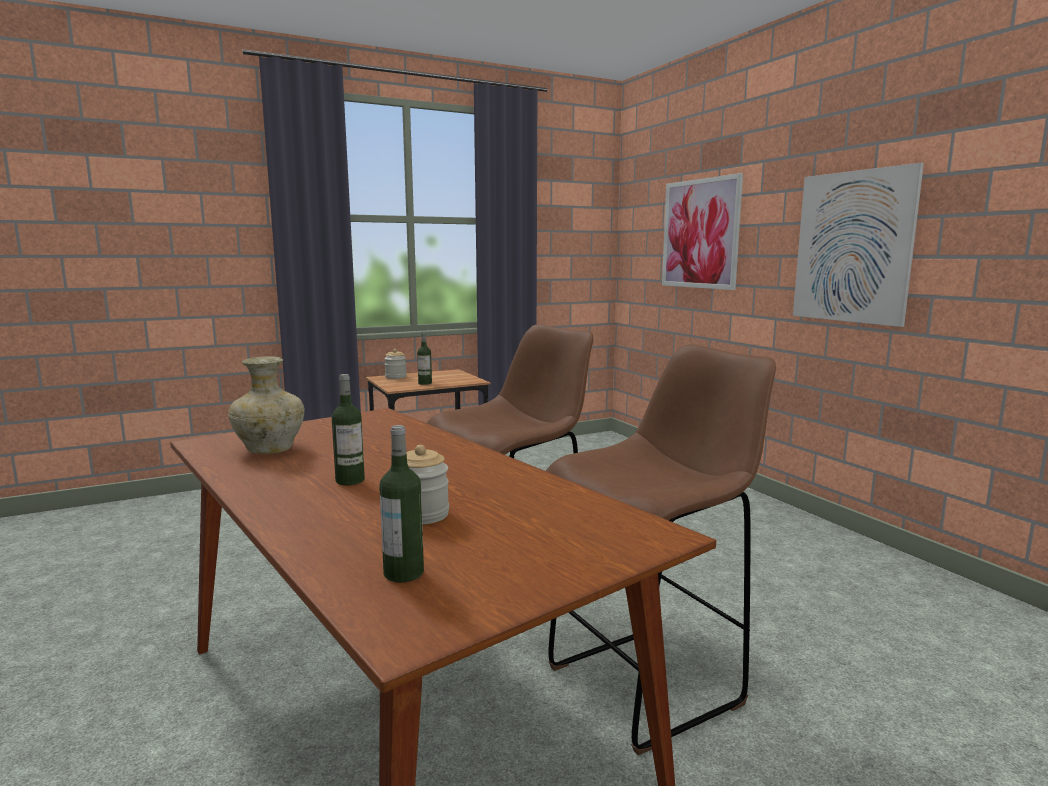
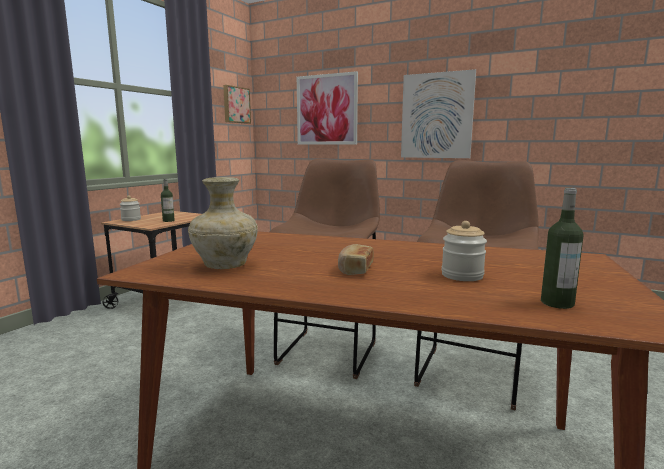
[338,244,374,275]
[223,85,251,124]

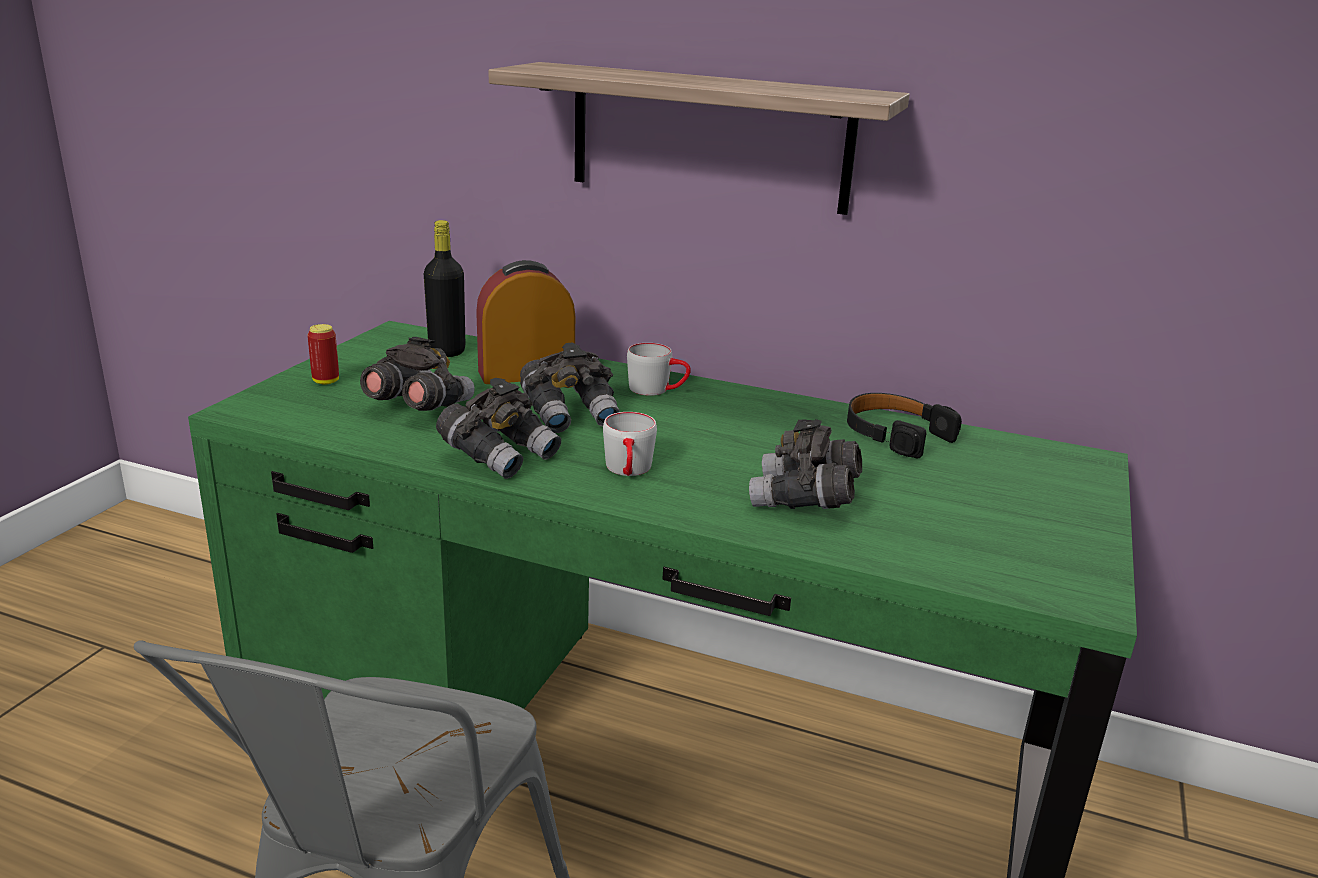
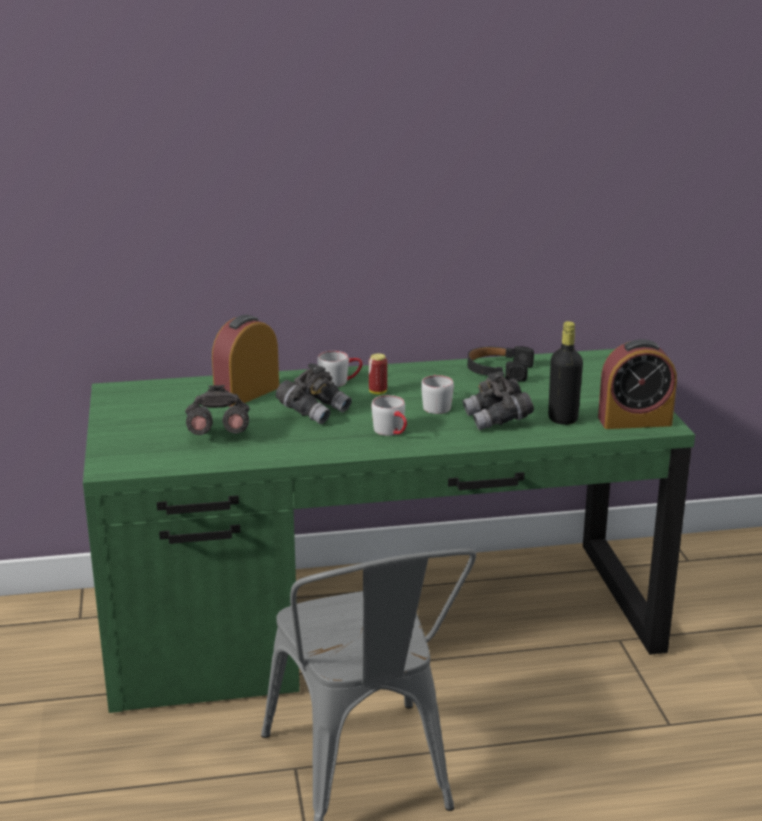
[488,62,910,215] (first image)
[548,321,583,425]
[369,353,387,395]
[436,378,561,479] (first image)
[598,339,677,429]
[421,375,454,414]

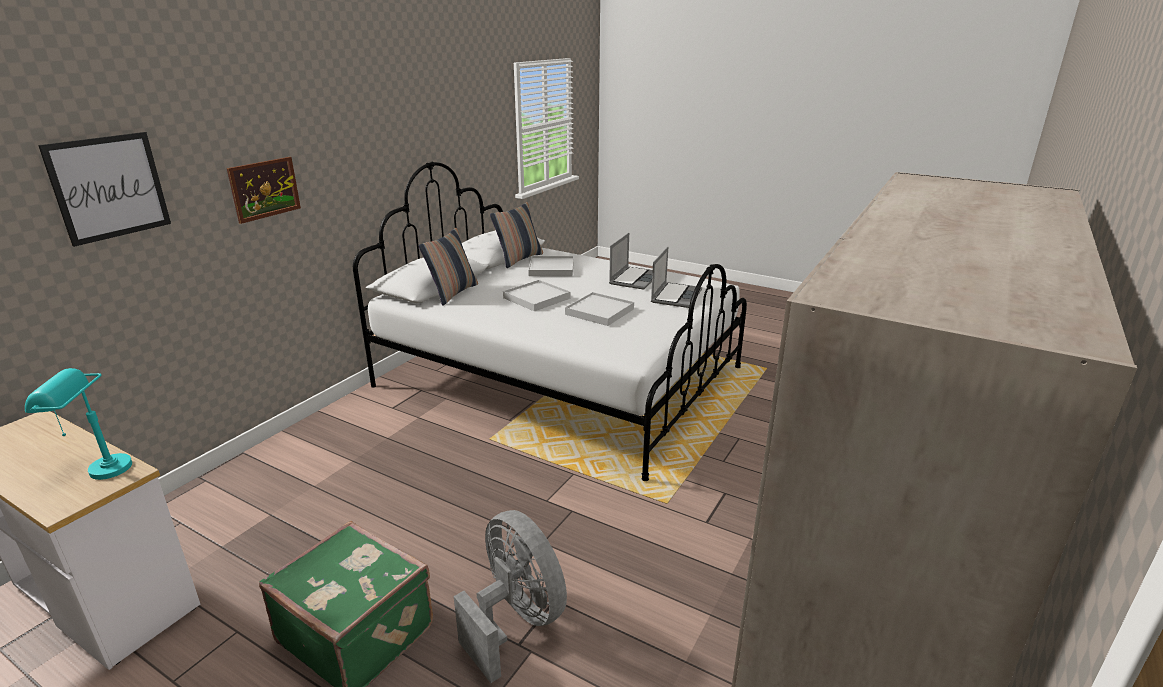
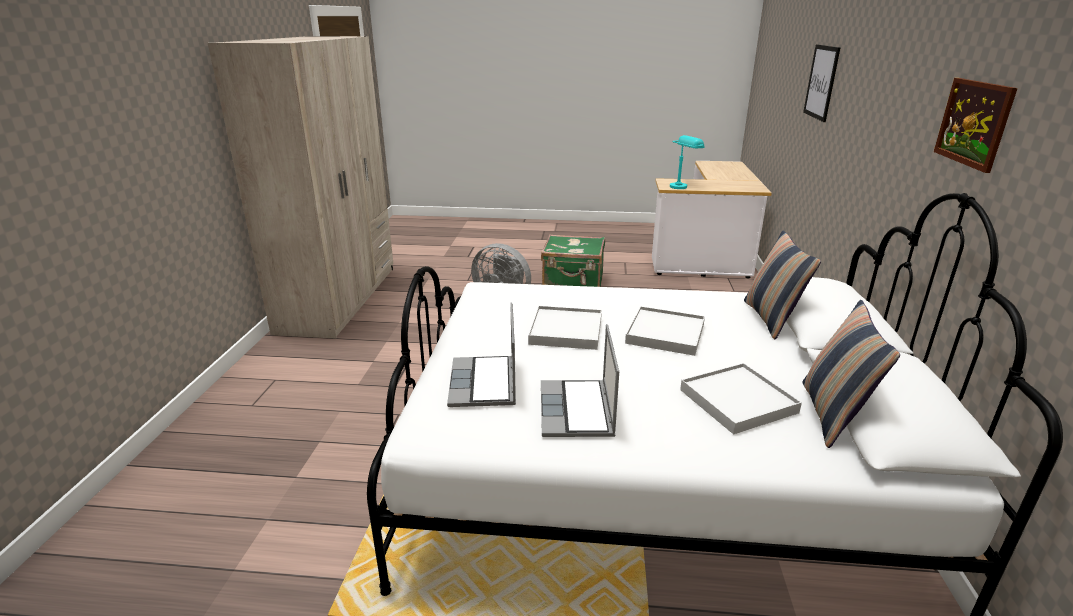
[934,78,1018,173]

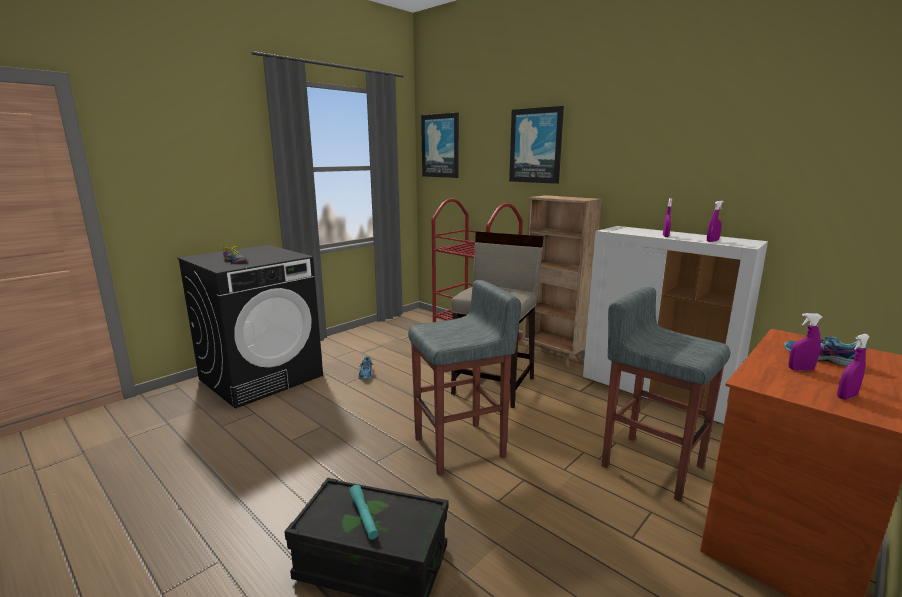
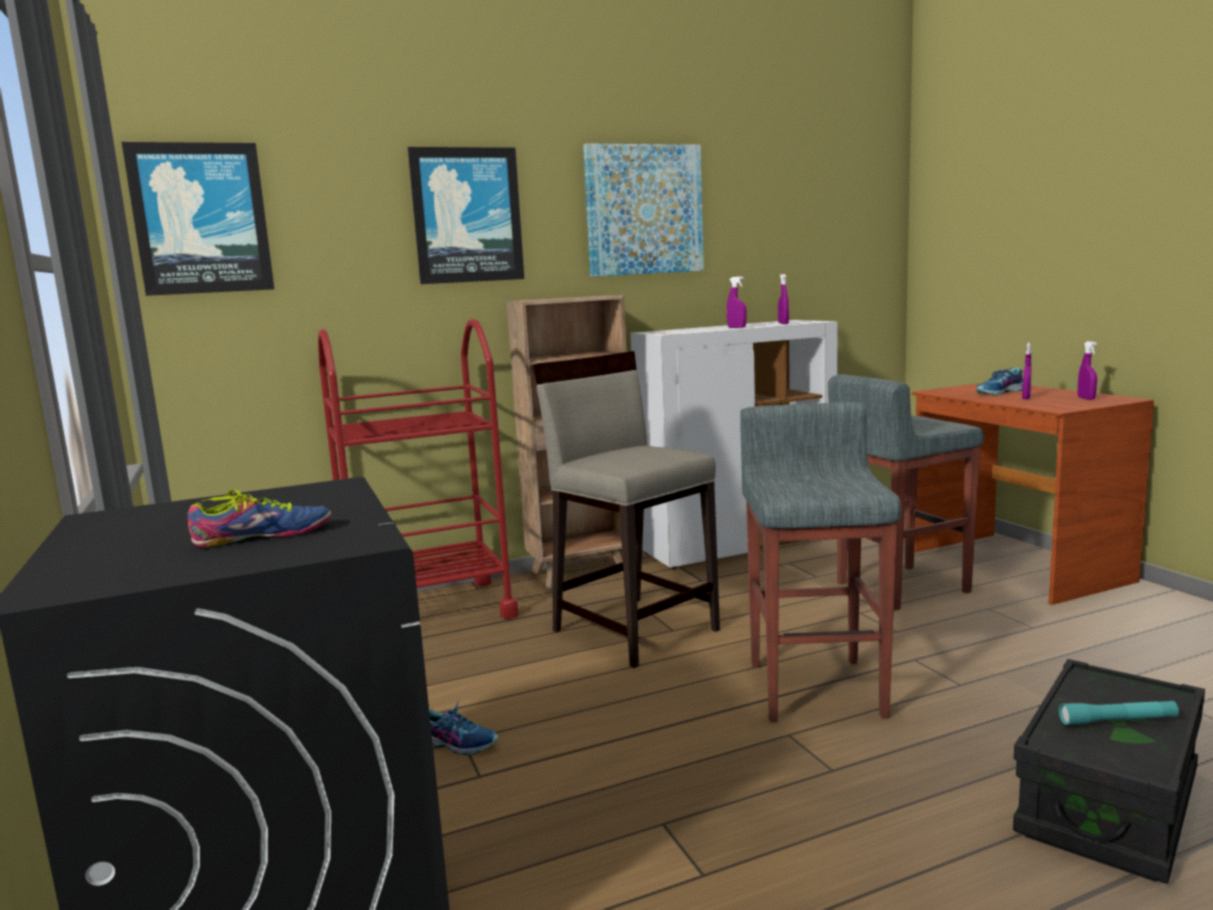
[583,143,704,277]

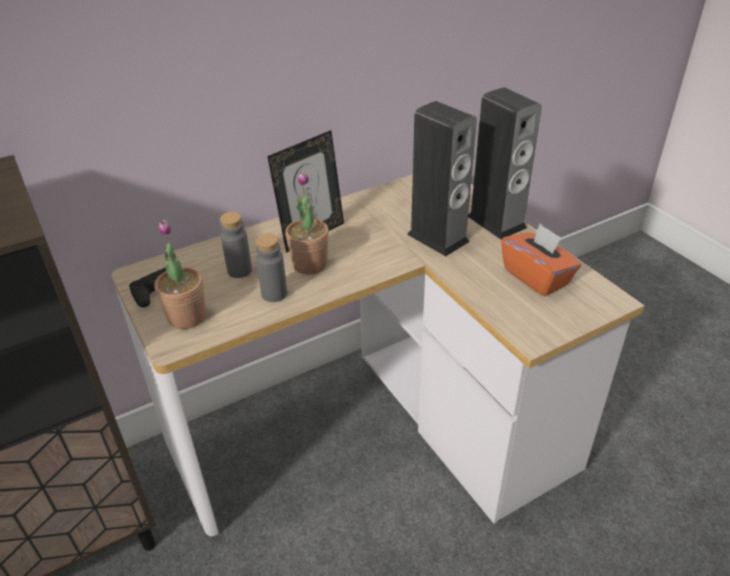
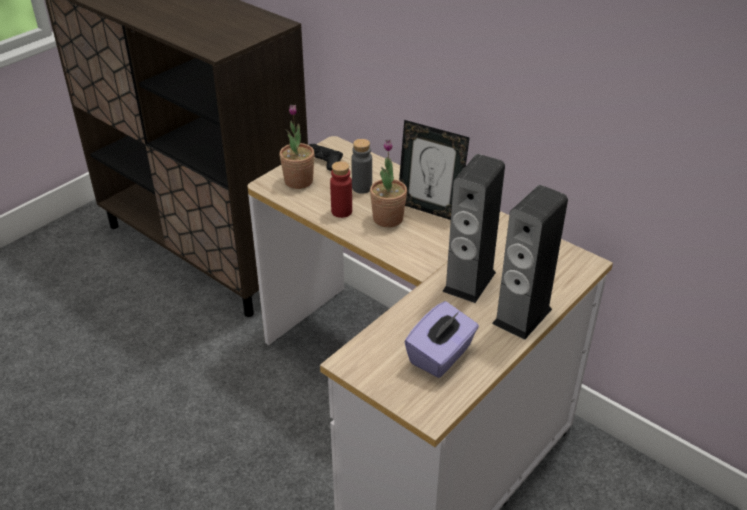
[405,301,479,378]
[330,161,352,218]

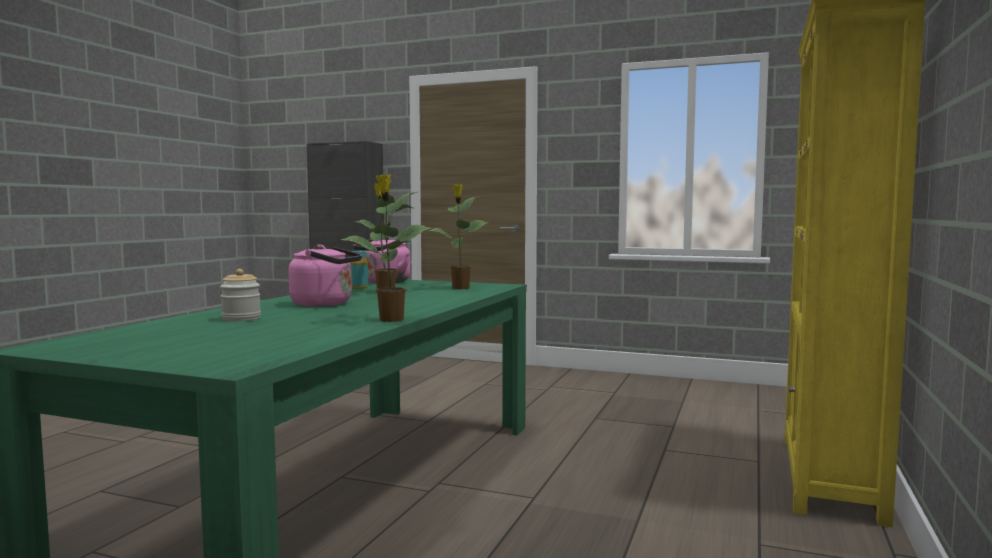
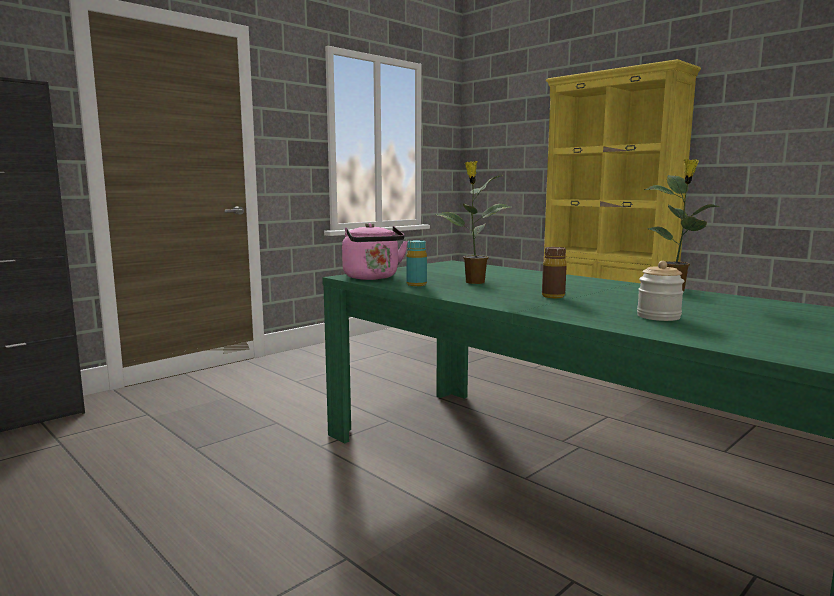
[429,184,488,289] (first image)
[542,247,567,298]

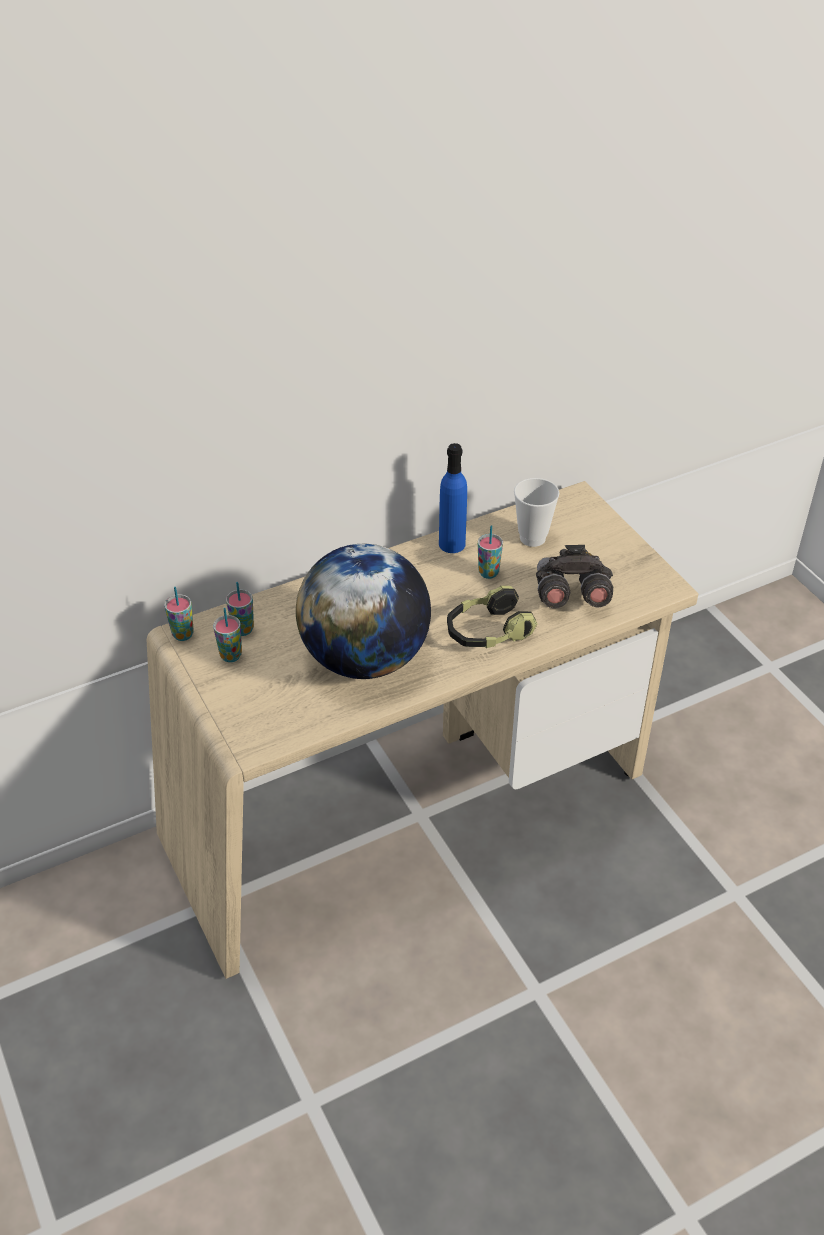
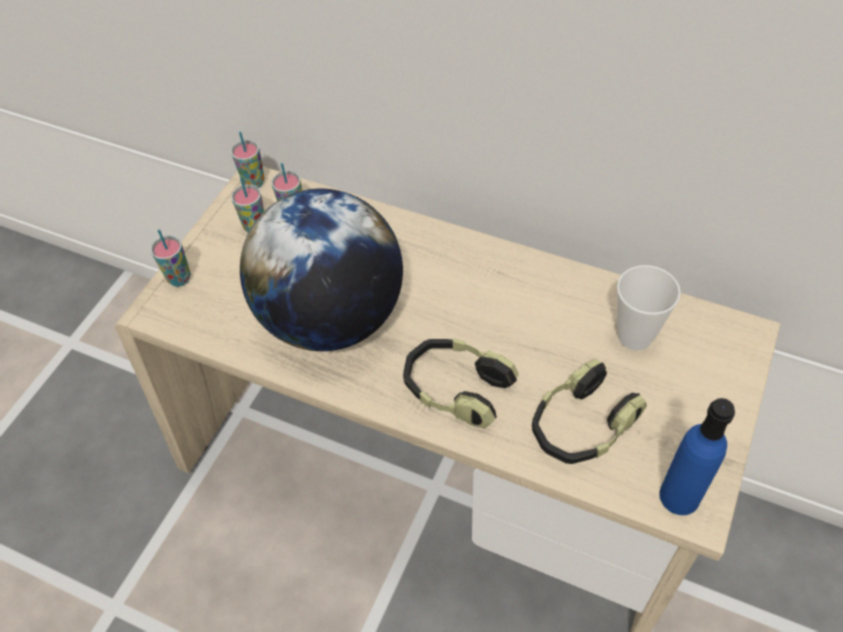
[659,398,735,515]
[151,230,191,287]
[532,359,647,464]

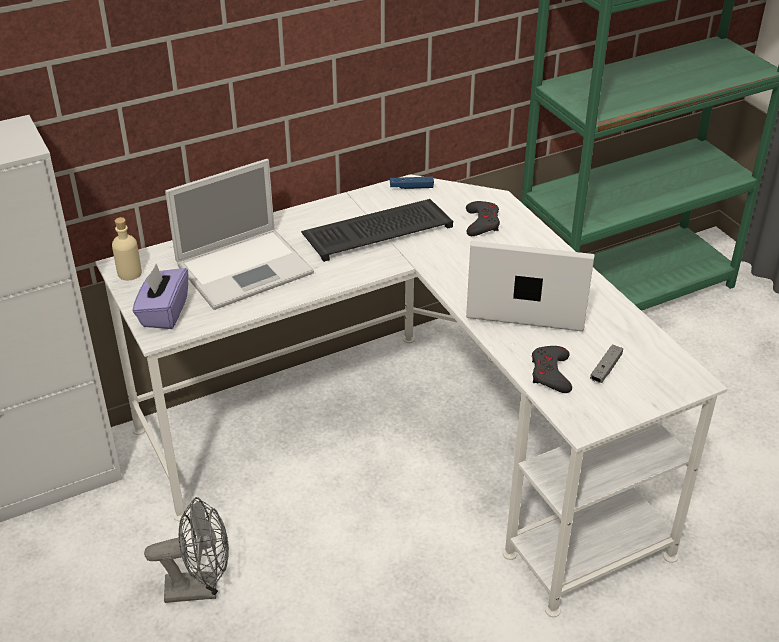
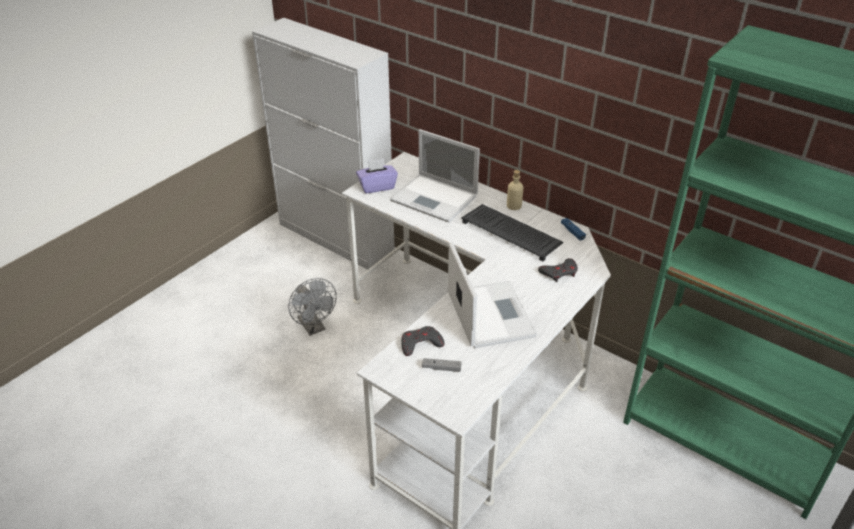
[507,170,523,210]

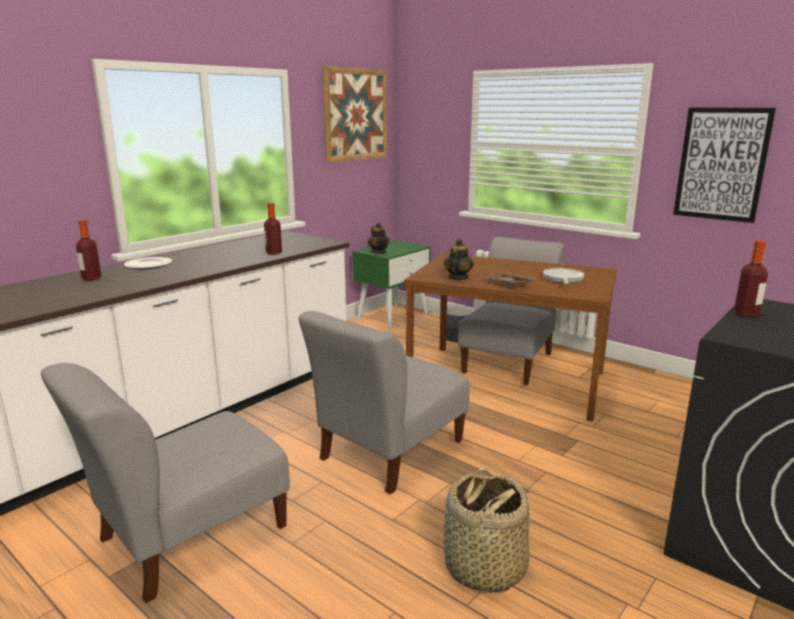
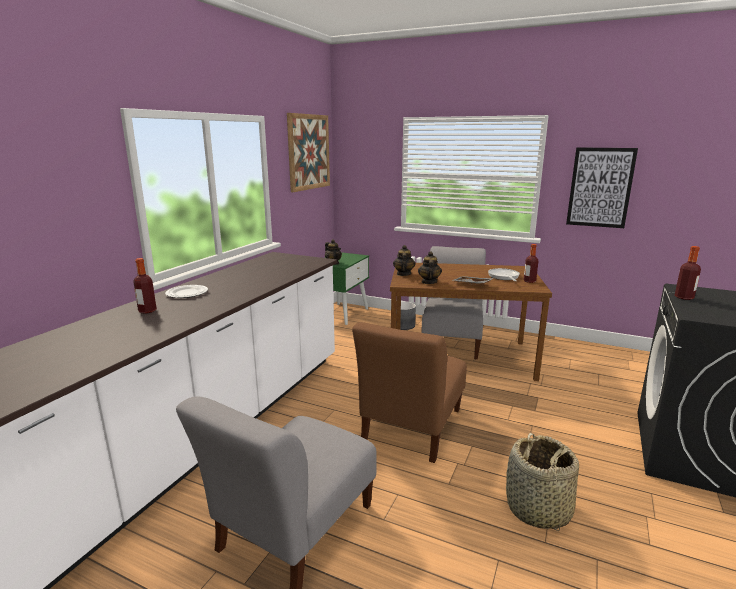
[523,244,538,283]
[352,322,467,463]
[393,245,416,276]

